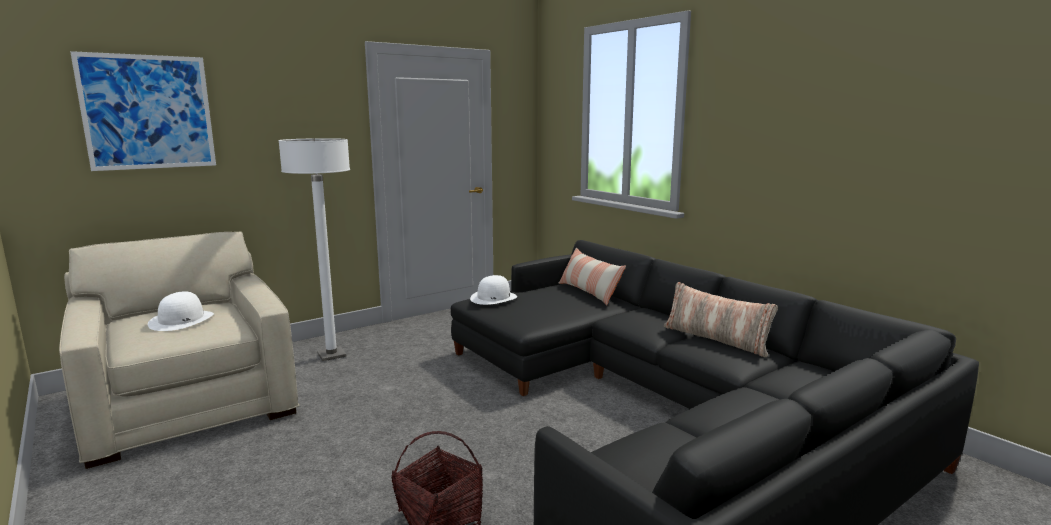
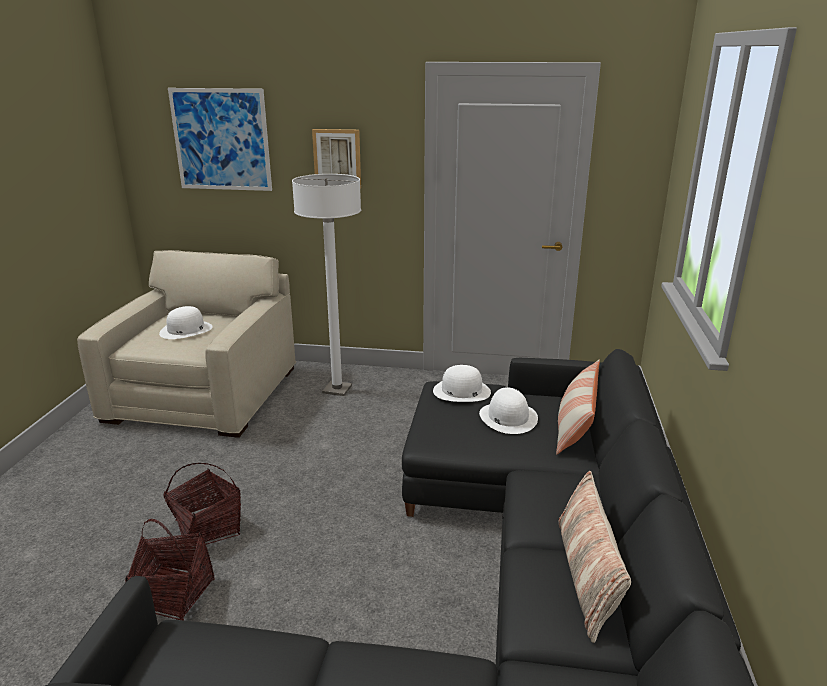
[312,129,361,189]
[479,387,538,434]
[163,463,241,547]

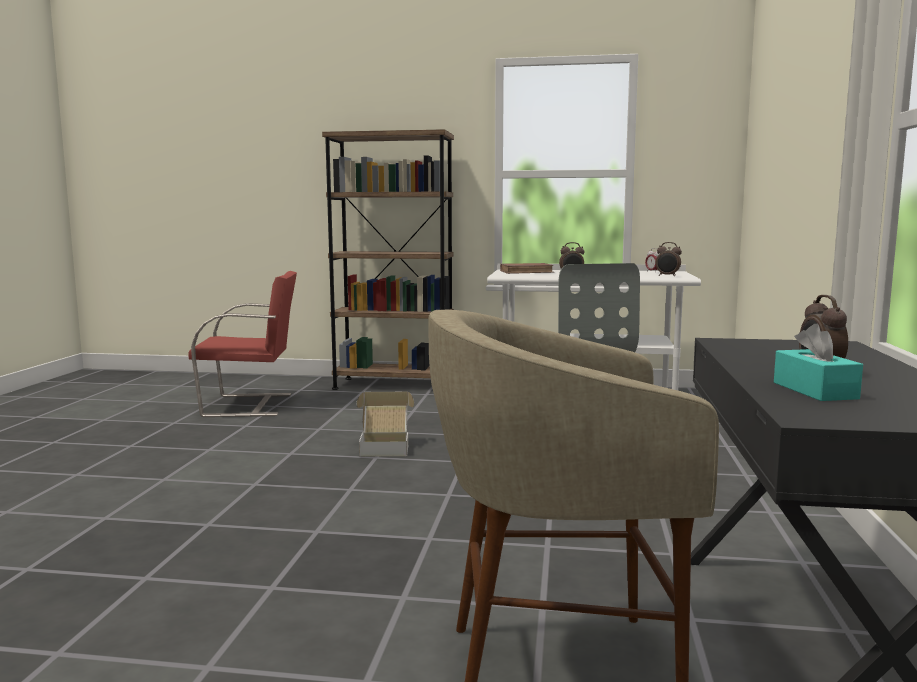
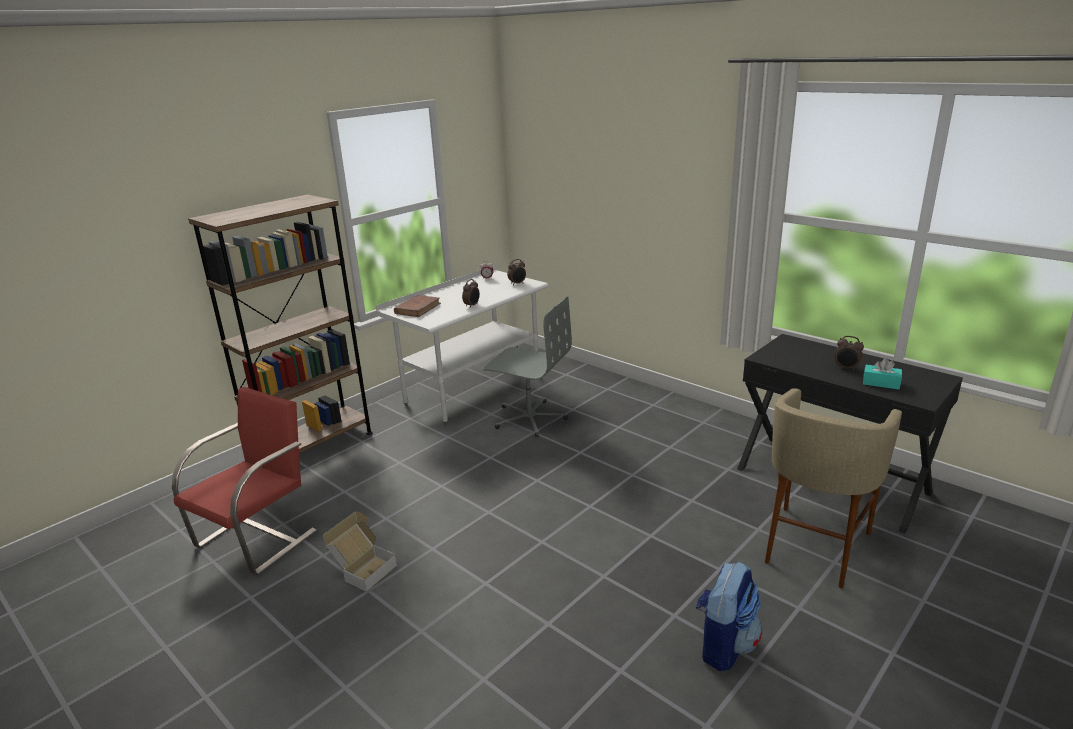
[323,512,397,592]
[696,562,762,671]

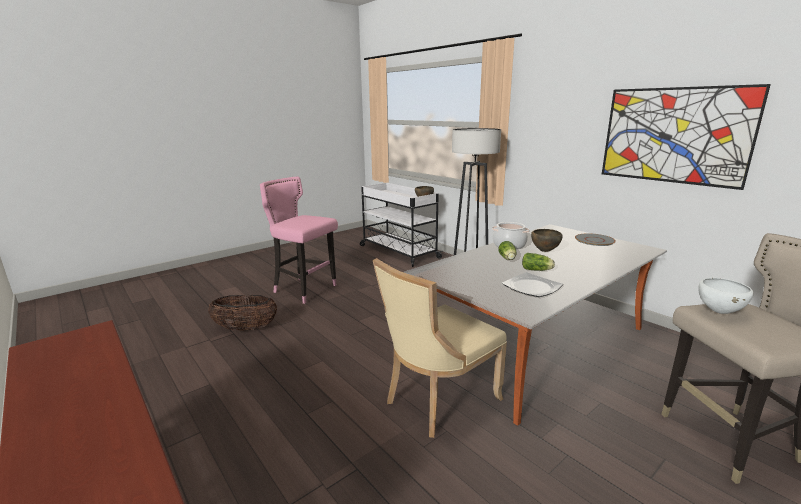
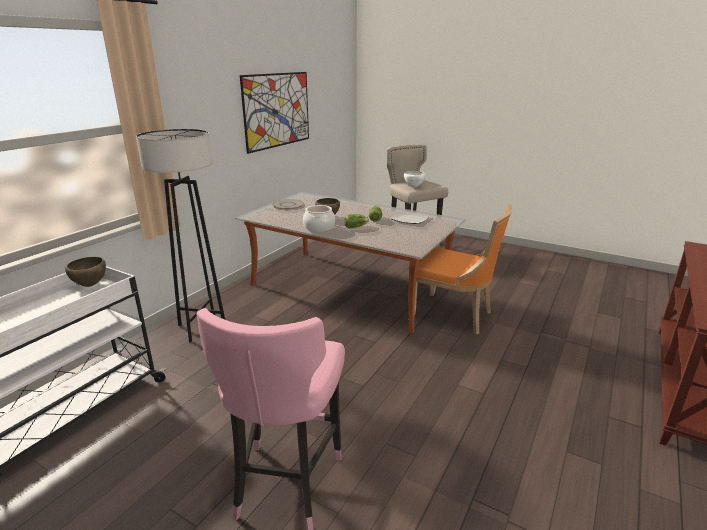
[408,204,513,334]
[208,295,277,331] (first image)

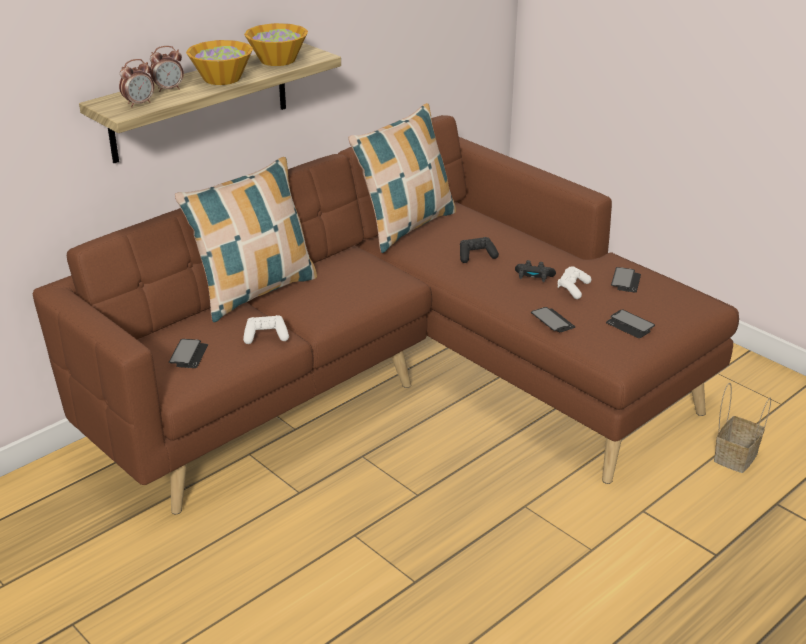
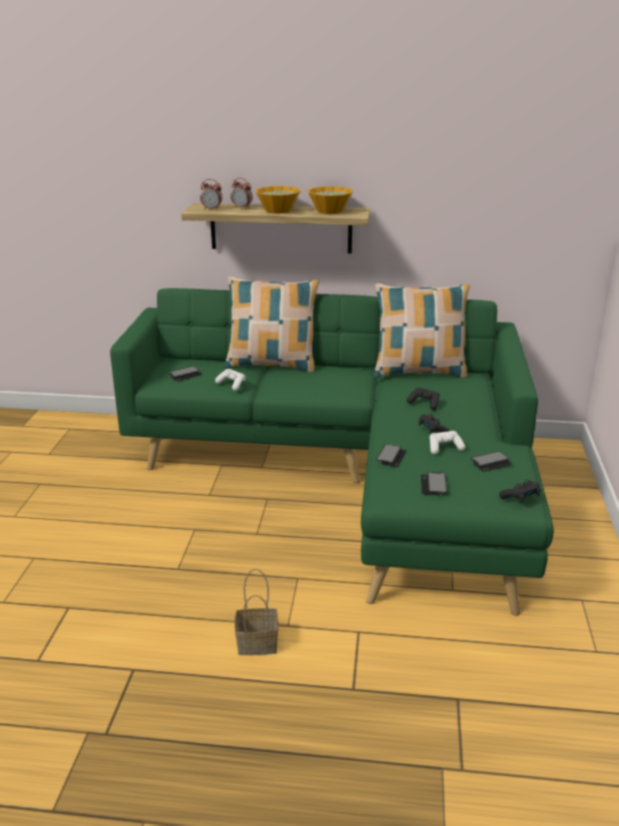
[110,288,554,616]
[235,569,279,655]
[499,479,541,503]

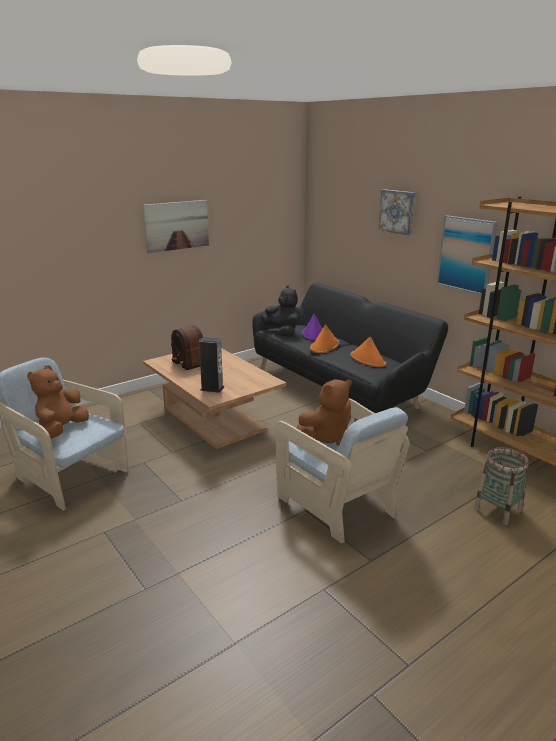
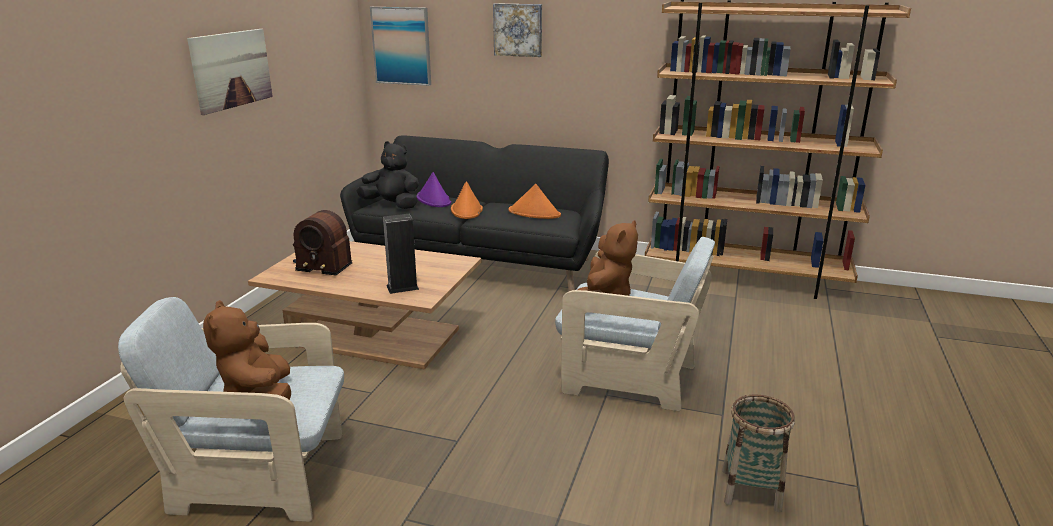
[370,7,431,86]
[722,394,795,512]

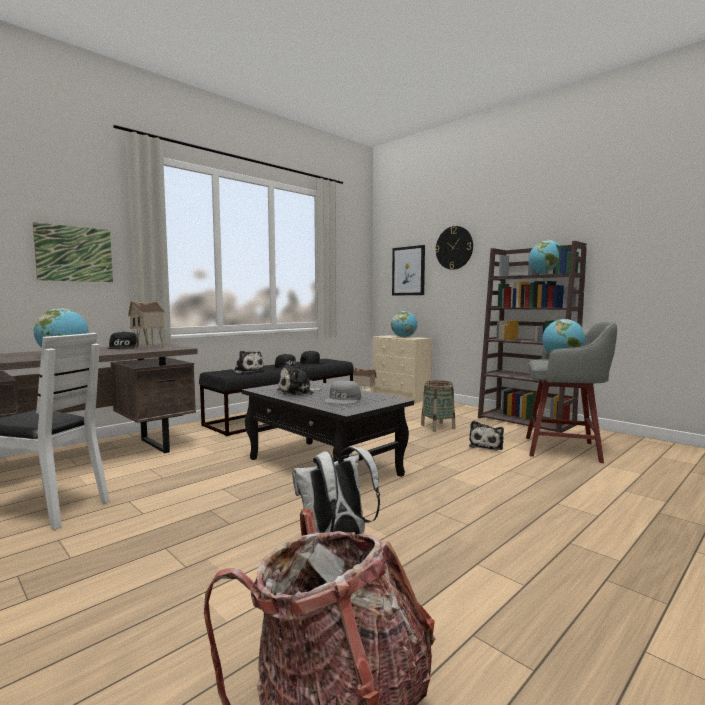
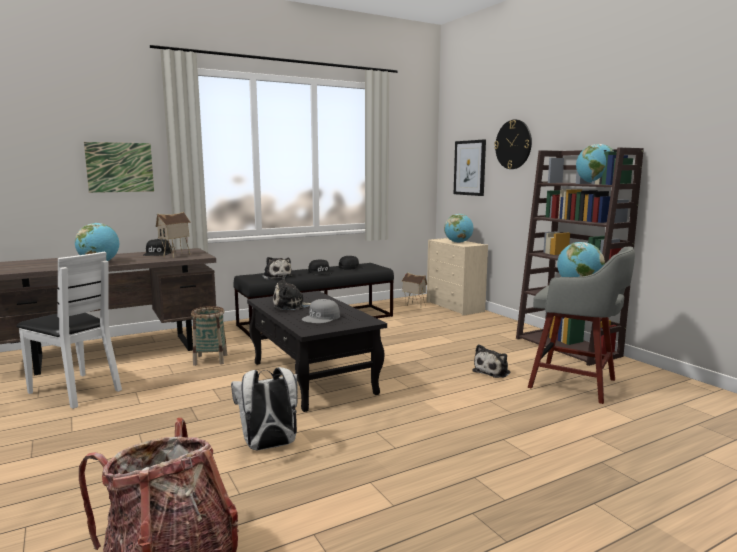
[191,306,227,366]

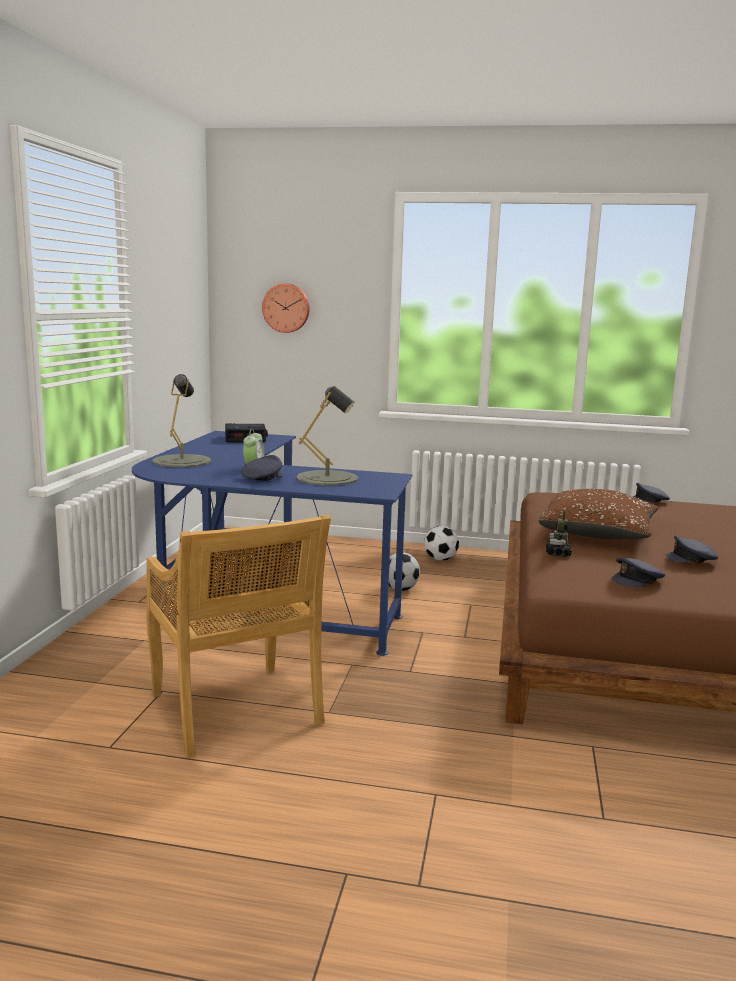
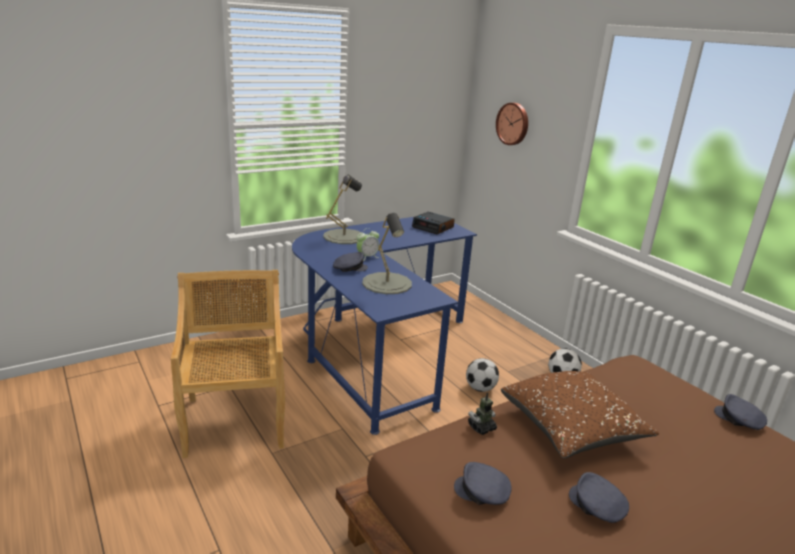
[171,270,285,458]

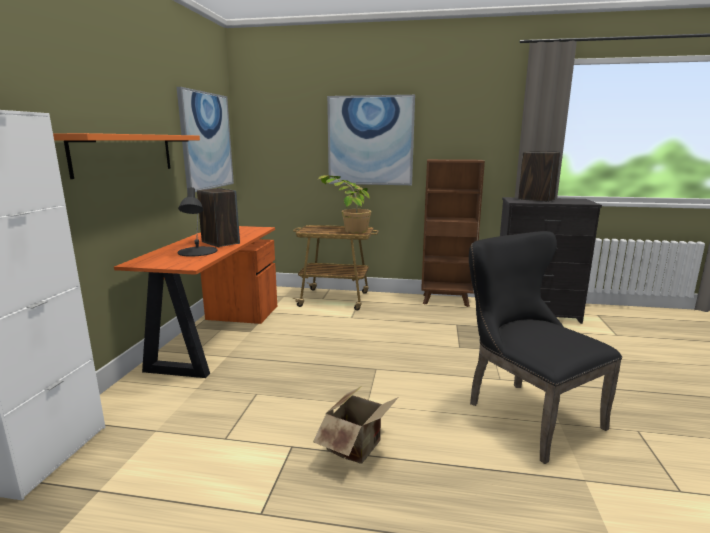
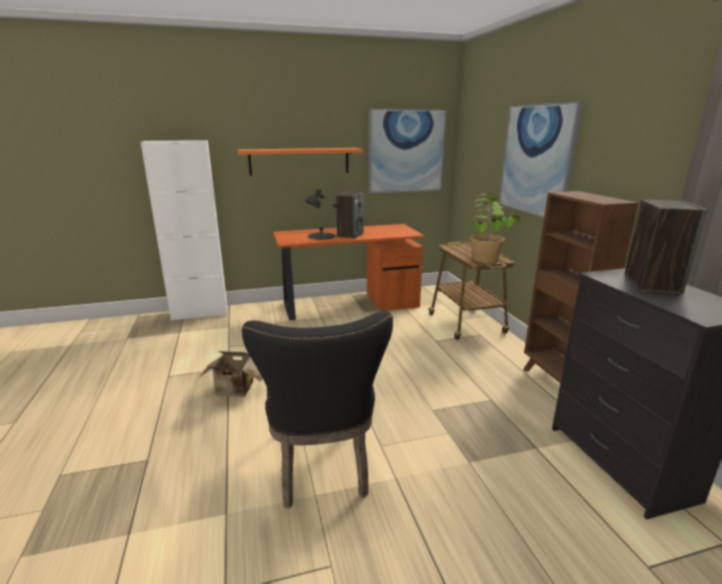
[242,311,393,509]

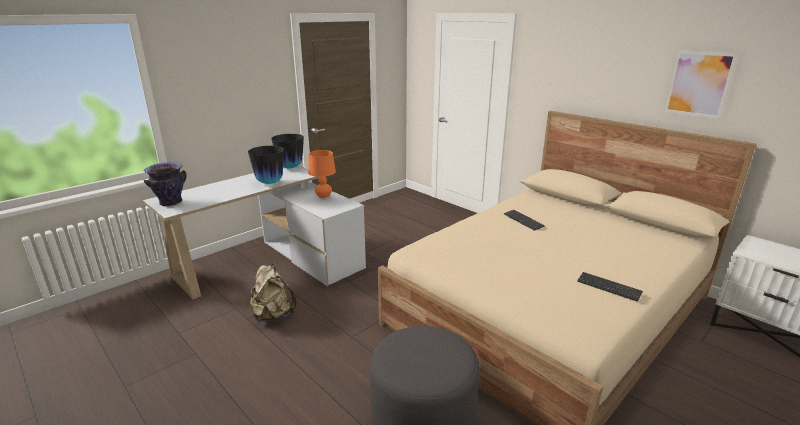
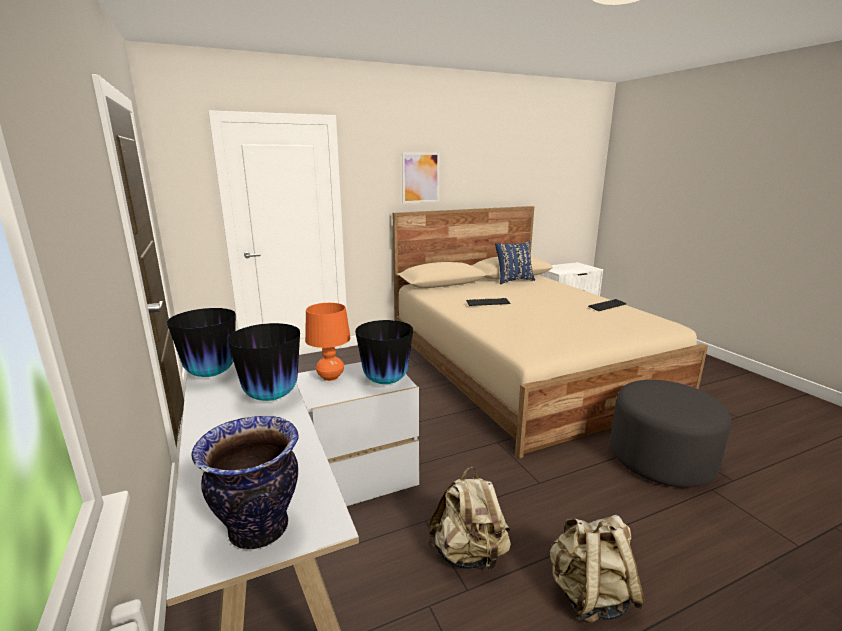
[402,152,440,203]
[495,240,535,284]
[355,320,413,384]
[550,515,645,623]

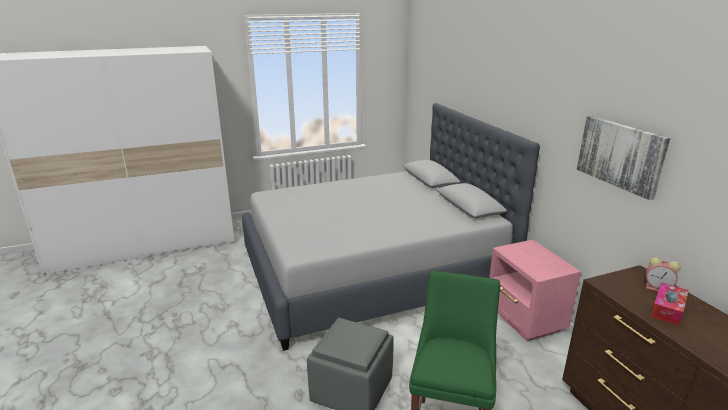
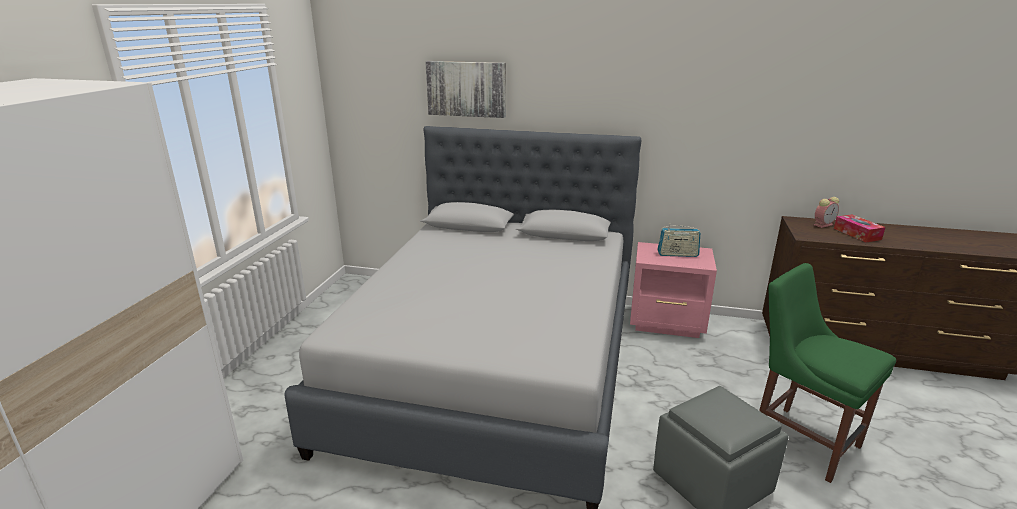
[425,61,506,118]
[657,223,700,257]

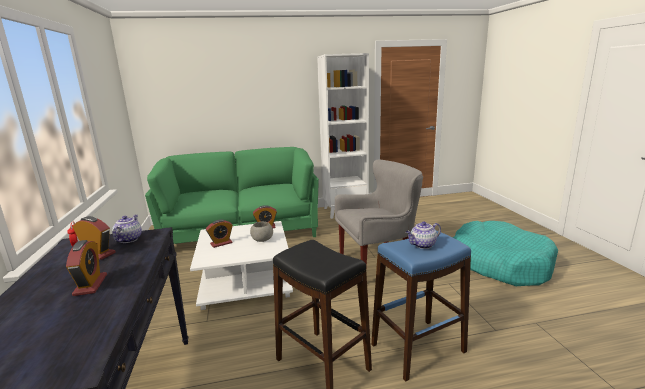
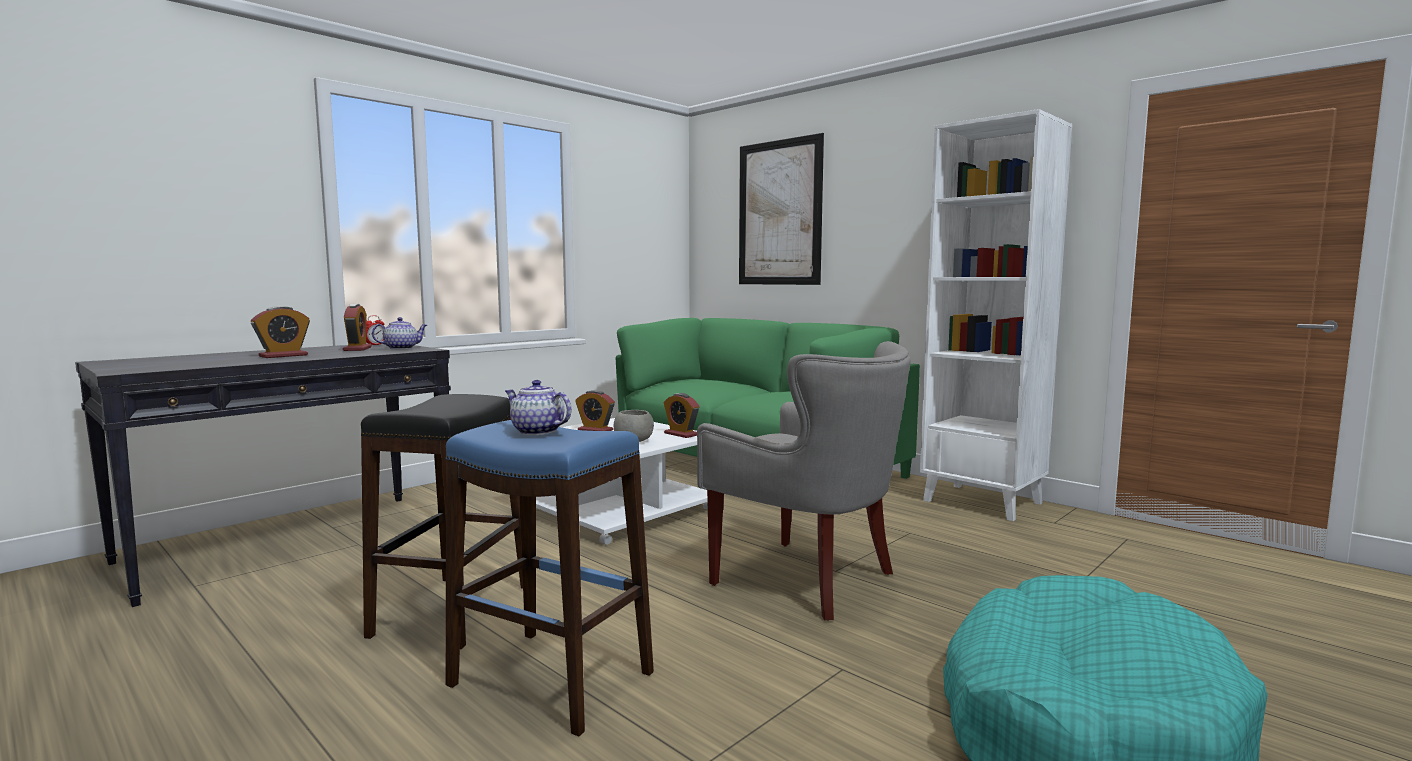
[739,133,824,285]

